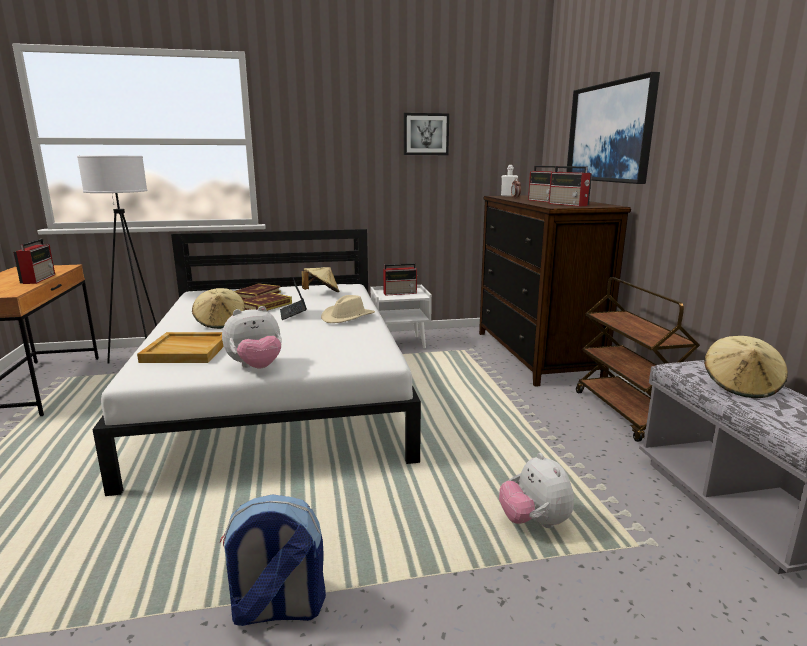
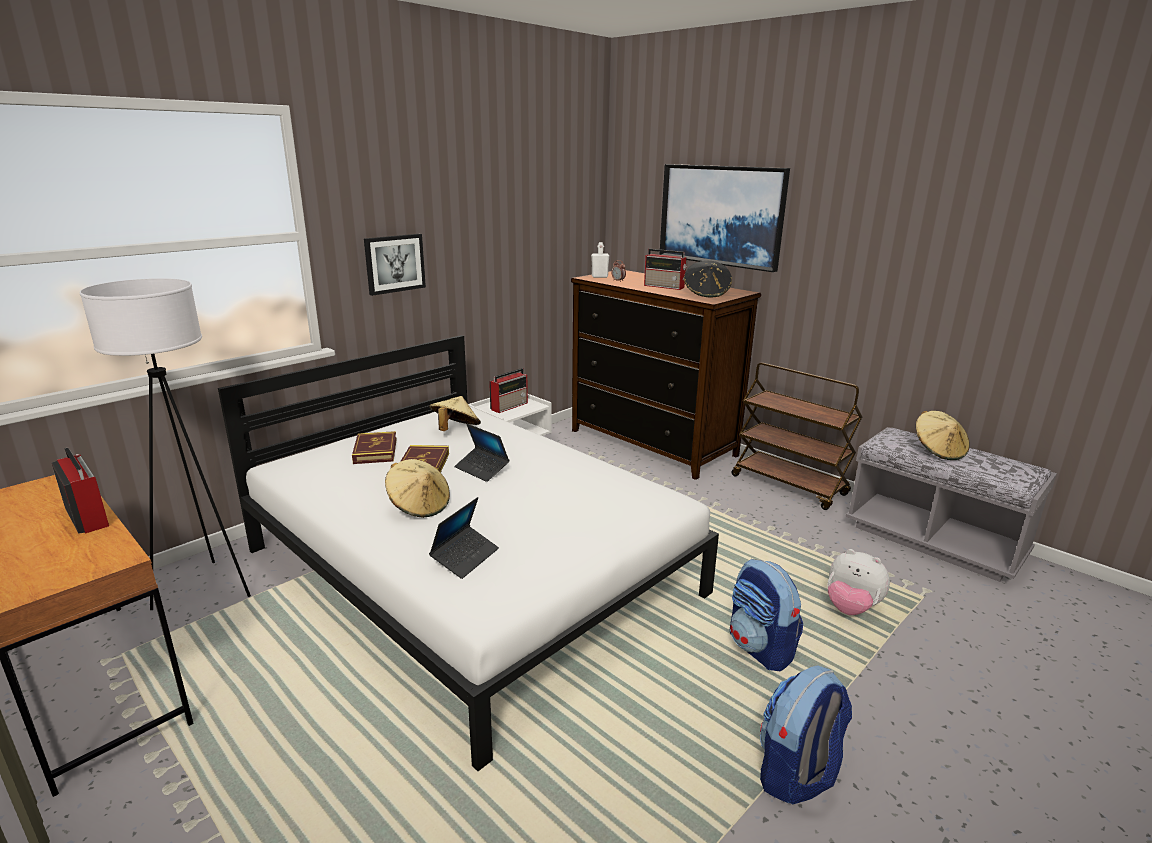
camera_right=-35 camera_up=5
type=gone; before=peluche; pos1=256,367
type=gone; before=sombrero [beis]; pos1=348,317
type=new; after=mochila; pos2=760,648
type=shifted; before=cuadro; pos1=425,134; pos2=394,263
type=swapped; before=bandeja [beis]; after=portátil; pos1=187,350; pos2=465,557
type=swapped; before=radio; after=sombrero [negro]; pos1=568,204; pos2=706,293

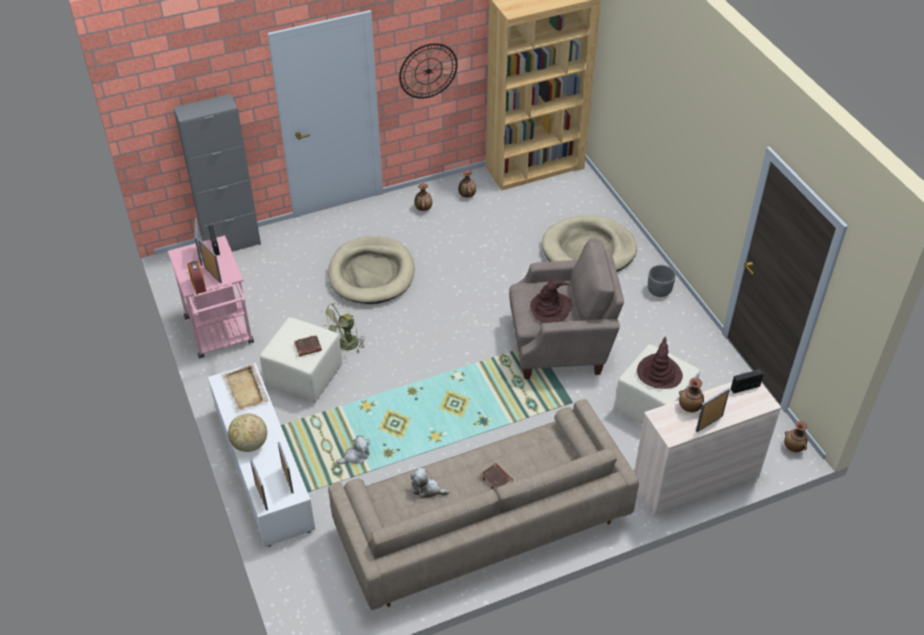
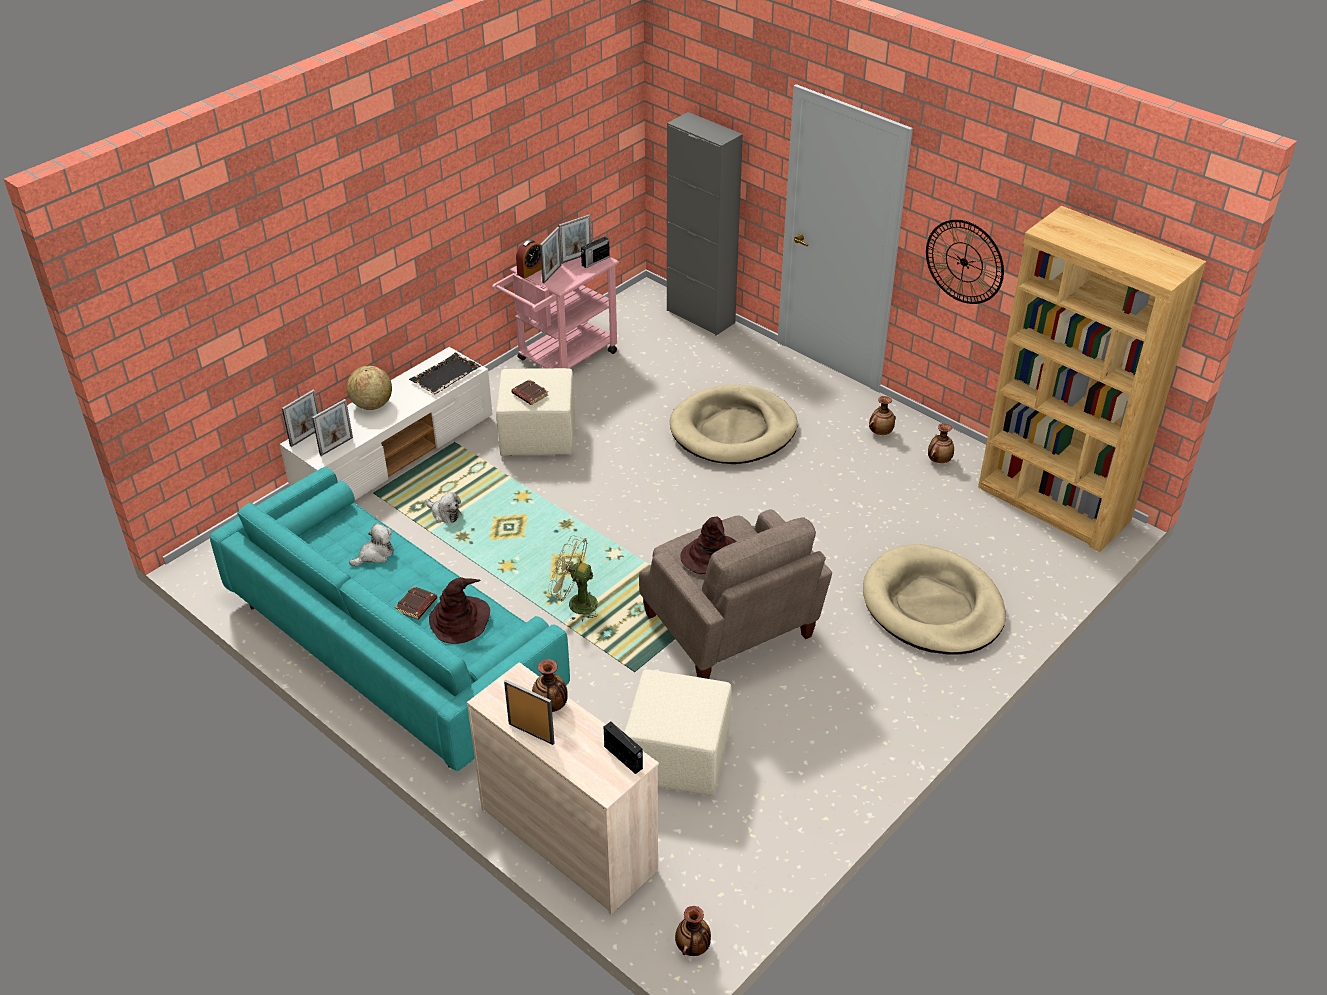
camera_right=65 camera_up=-5
type=gone; before=maceta [gris]; pos1=659,290
type=shifted; before=ventilador [verde]; pos1=345,346; pos2=576,604
type=shifted; before=sombrero [marrón]; pos1=659,373; pos2=459,620
type=repainted; before=bandeja [beis]; after=bandeja [negro]; pos1=245,390; pos2=445,376
type=repainted; before=sofá [beis]; after=sofá [turquesa]; pos1=482,525; pos2=394,648
type=rotated; before=peluche; pos1=427,489; pos2=375,555; turn=60

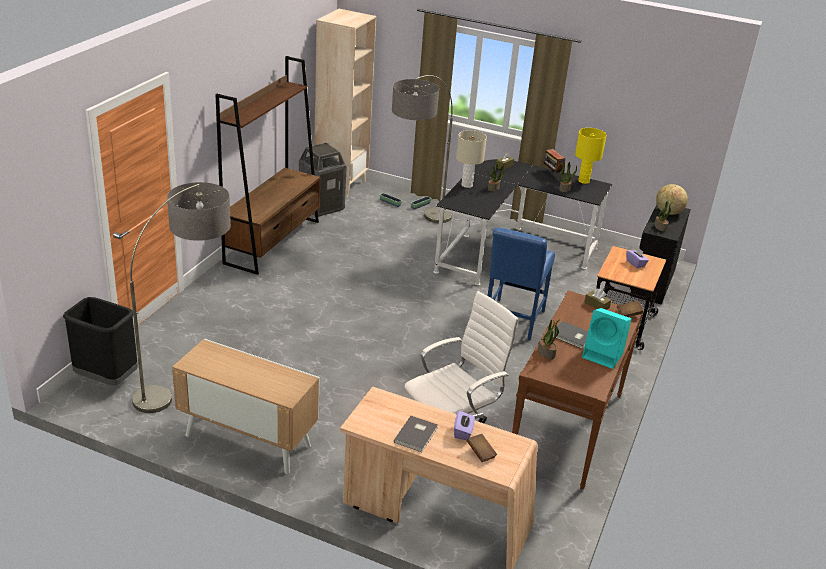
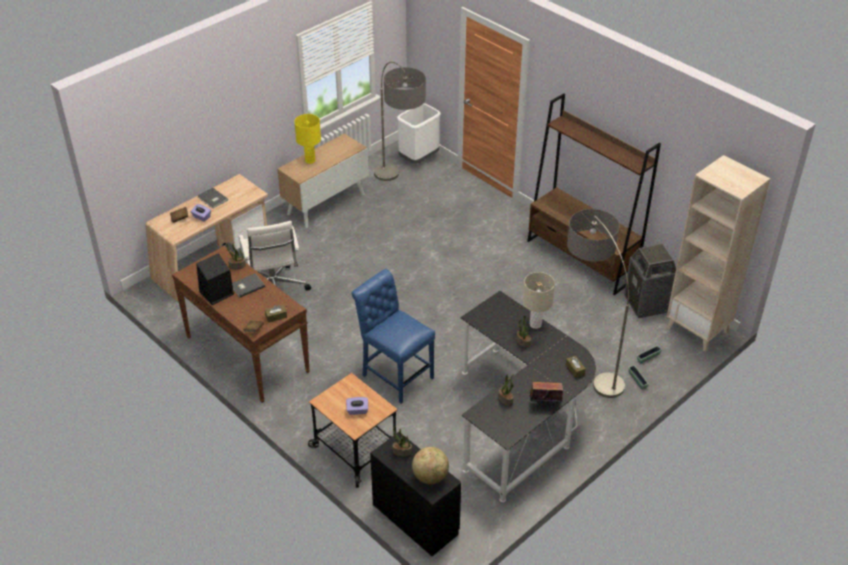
camera_right=115 camera_up=10
type=shifted; before=lámpara de mesa [amarillo]; pos1=584,181; pos2=310,160
type=repainted; before=papelera [negro]; after=papelera [blanco]; pos1=107,378; pos2=419,159
type=repainted; before=altavoz [turquesa]; after=altavoz [negro]; pos1=604,355; pos2=215,294

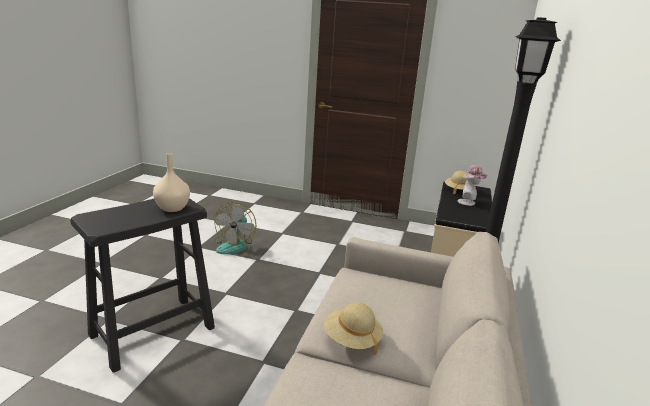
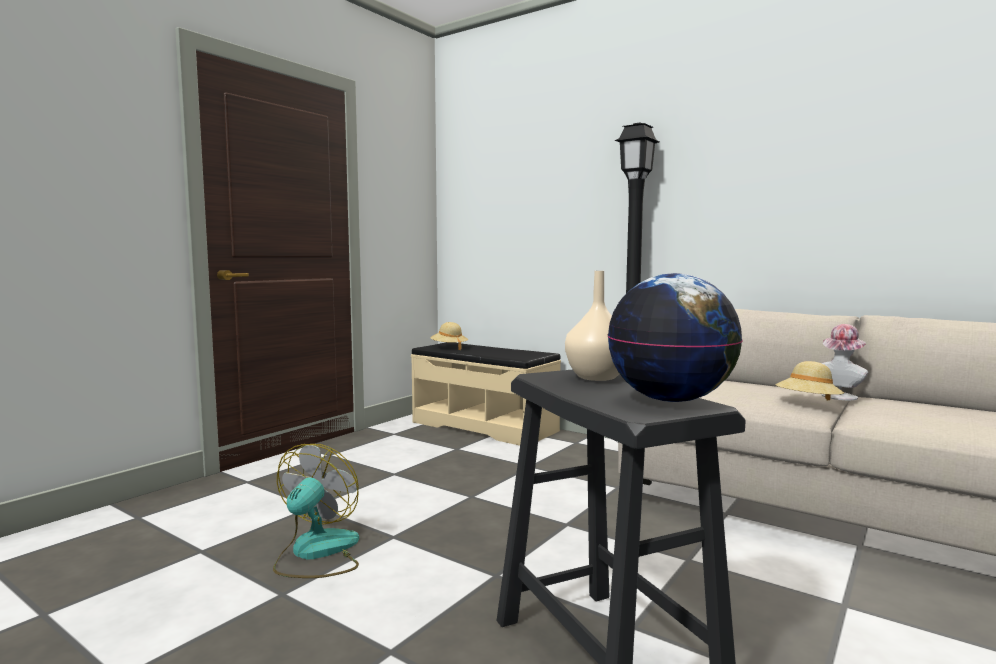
camera_right=-70 camera_up=-15
type=new; after=globo terráqueo; pos2=671,400
type=shifted; before=sombrero; pos1=469,202; pos2=840,395
type=rotated; before=ventilador; pos1=235,245; pos2=316,553; turn=-105

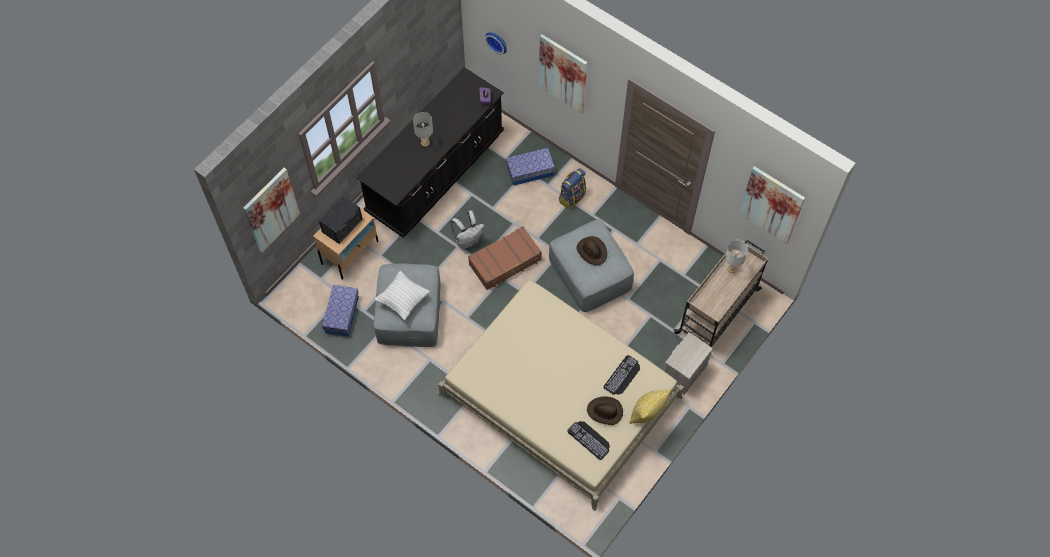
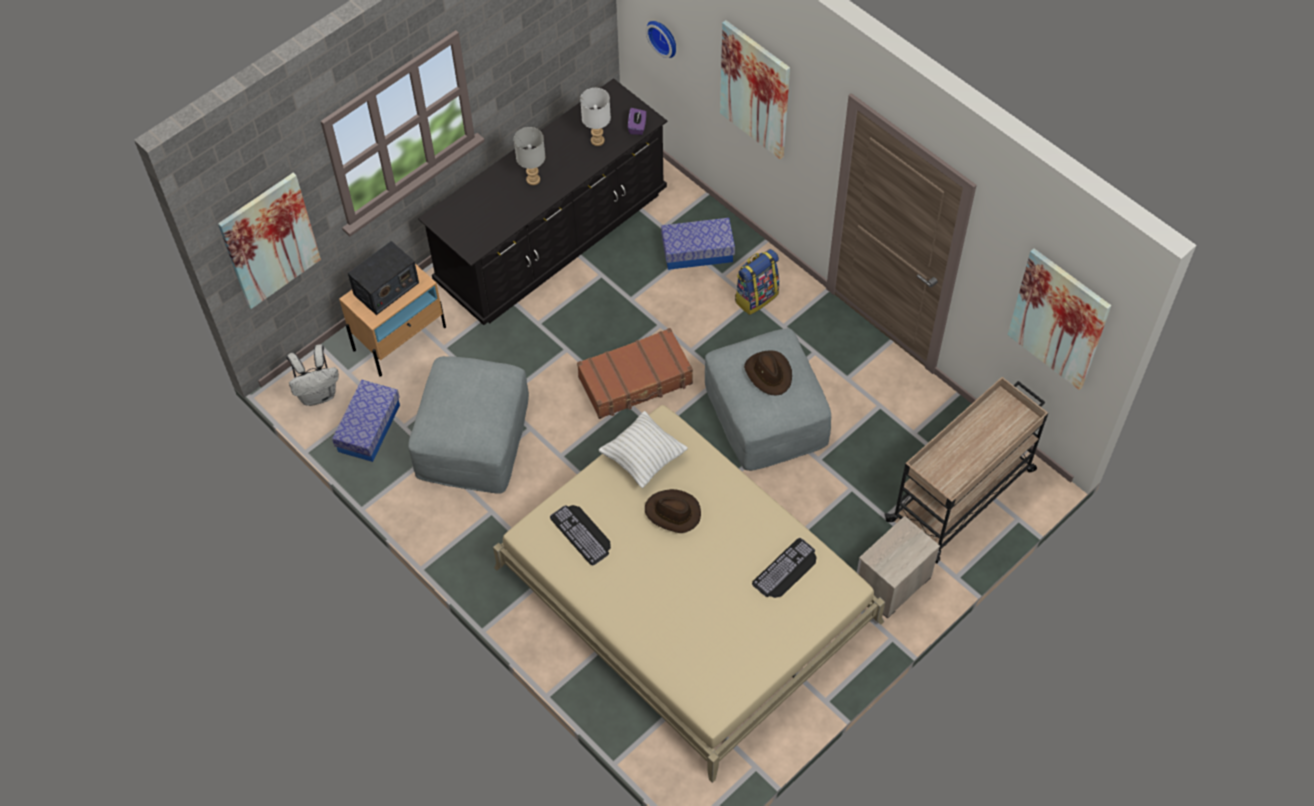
camera_right=10 camera_up=-5
type=gone; before=cojín [amarillo]; pos1=647,413
type=shifted; before=cojín [blanco]; pos1=403,300; pos2=643,458
type=shifted; before=mochila [blanco]; pos1=468,240; pos2=318,394
type=shifted; before=teclado; pos1=590,439; pos2=583,533
type=shifted; before=sombrero [marrón]; pos1=605,411; pos2=673,513
type=shifted; before=lámpara de mesa [blanco]; pos1=732,269; pos2=598,141

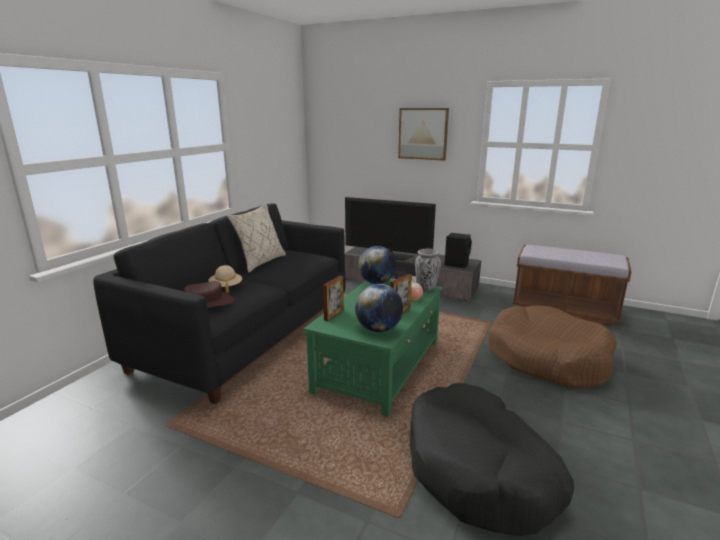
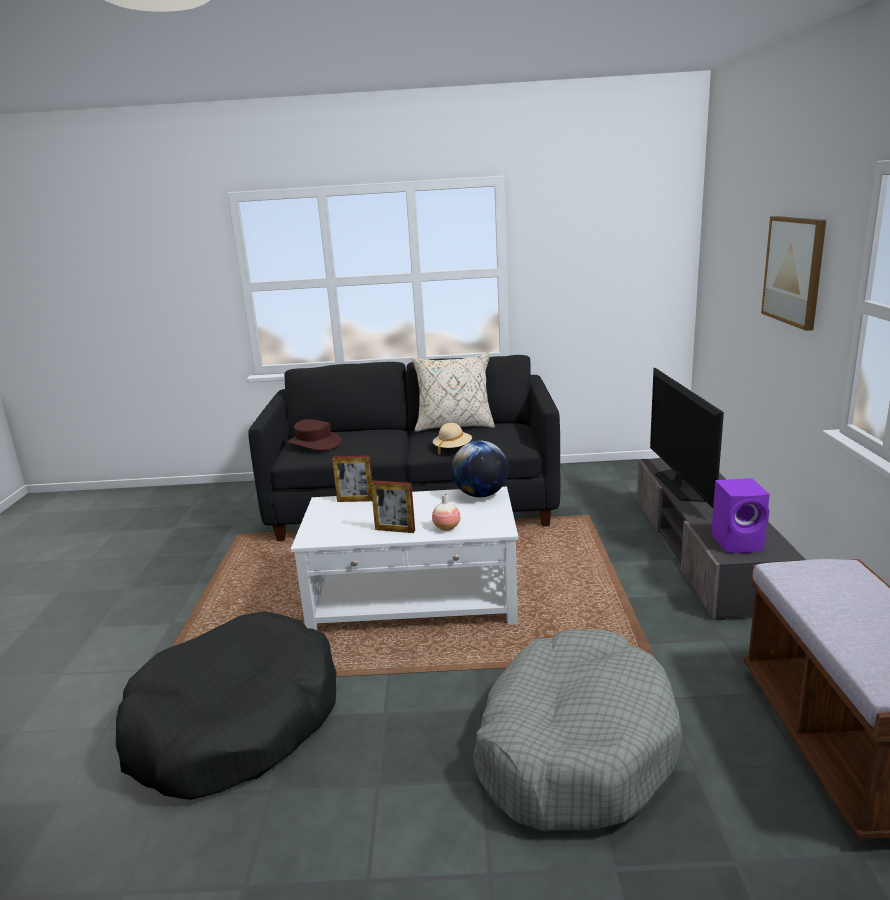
camera_right=65 camera_up=0
type=gone; before=globo terráqueo; pos1=378,329
type=gone; before=florero; pos1=426,288
type=shifted; before=sombrero [beis]; pos1=226,287; pos2=452,449
type=repainted; before=mesa de centro [verde]; after=mesa de centro [blanco]; pos1=379,365; pos2=414,599
type=repainted; before=altavoz [negro]; after=altavoz [morado]; pos1=457,264; pos2=738,543
type=repainted; before=cama para perro [marrón]; after=cama para perro [gris]; pos1=547,358; pos2=574,747

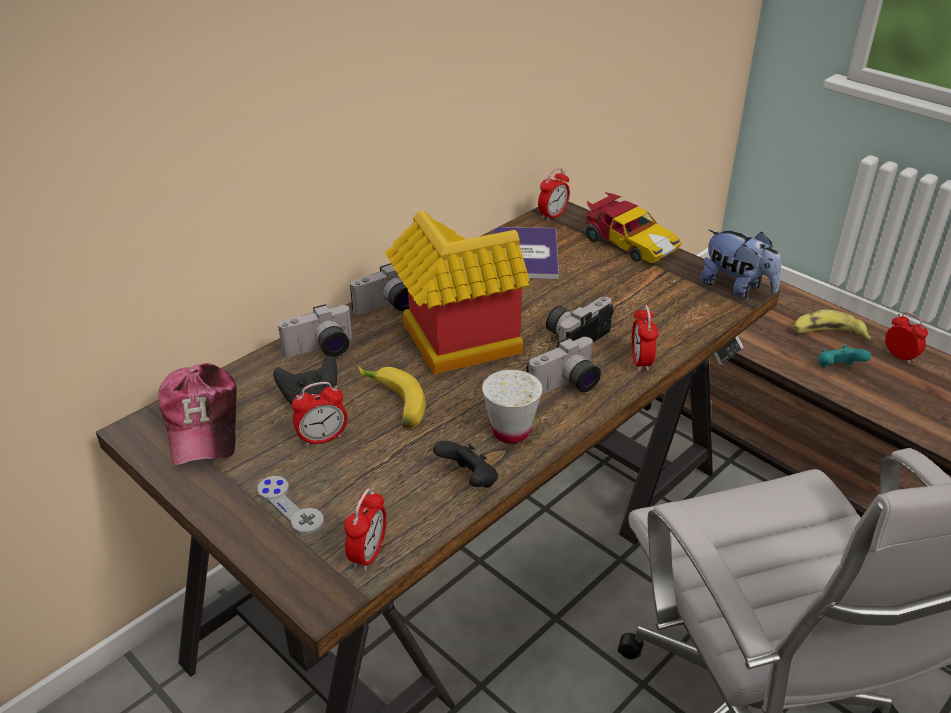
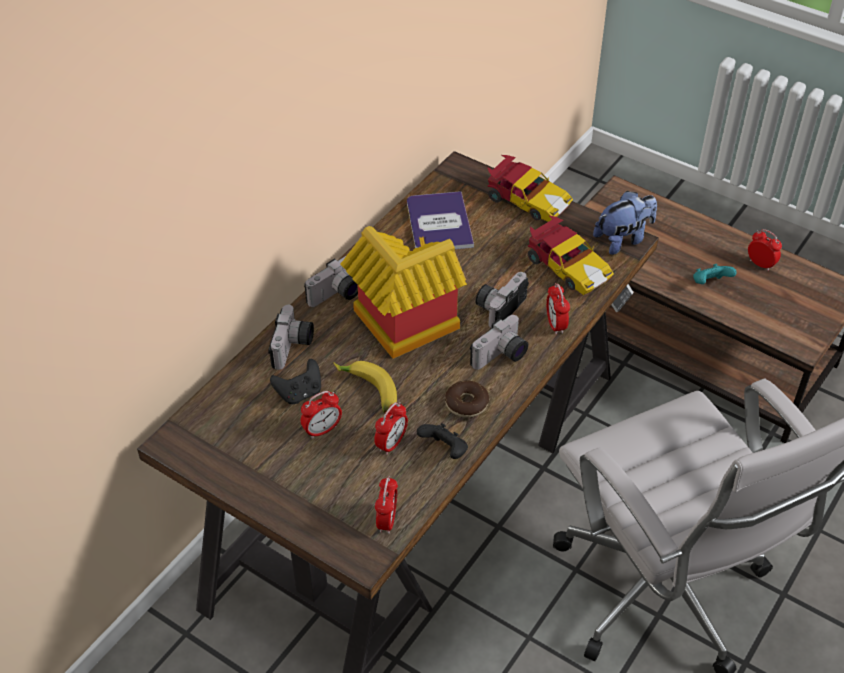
camera_right=-10 camera_up=10
type=gone; before=gorra; pos1=203,423
type=gone; before=mando de consola [gris]; pos1=290,506
type=gone; before=plátano; pos1=827,334
type=new; after=coche de juguete; pos2=566,267
type=shifted; before=despertador; pos1=552,215; pos2=391,444
type=swapped; before=taza [blanco]; after=rosquilla; pos1=511,431; pos2=466,404
type=rotated; before=cámara; pos1=321,351; pos2=293,347; turn=-45
type=rotated; before=peluche; pos1=736,288; pos2=623,239; turn=-60

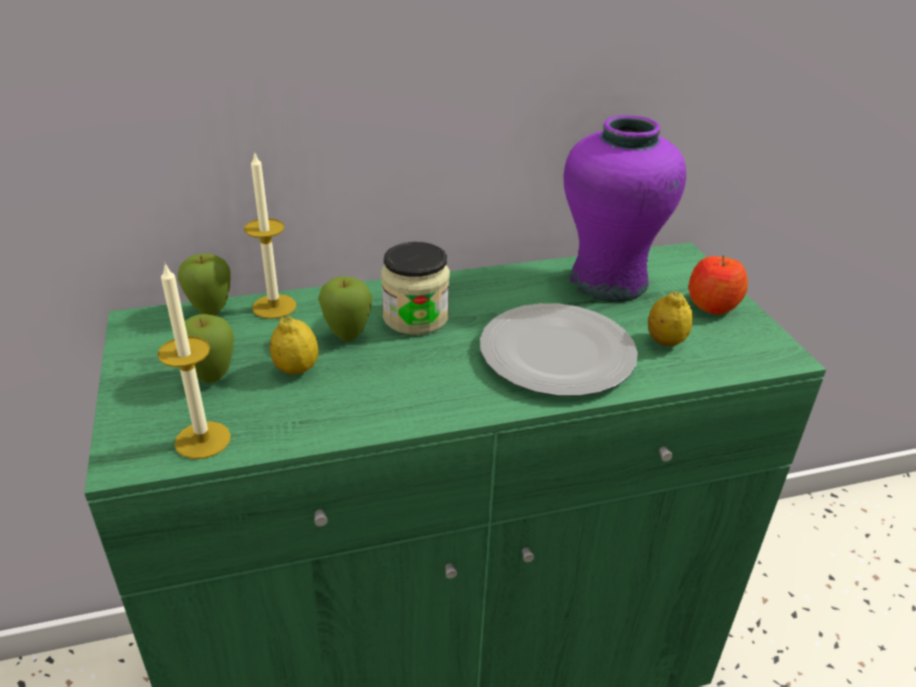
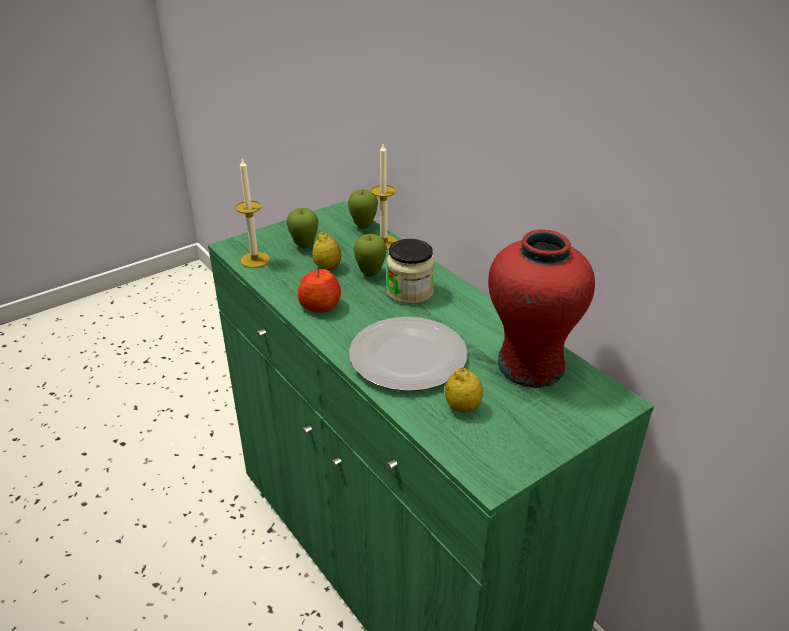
camera_right=70 camera_up=0
type=shifted; before=manzana; pos1=712,305; pos2=320,306
type=repainted; before=florero [morado]; after=florero [rojo]; pos1=608,282; pos2=530,366

